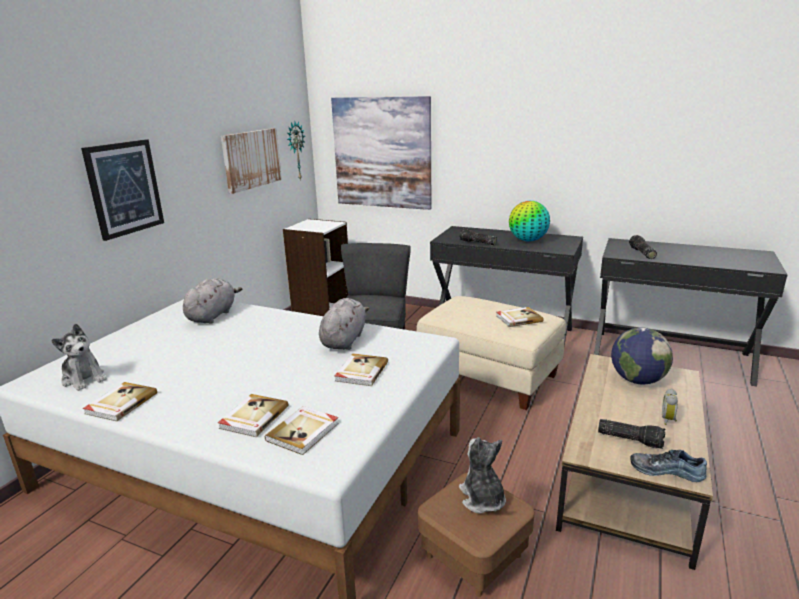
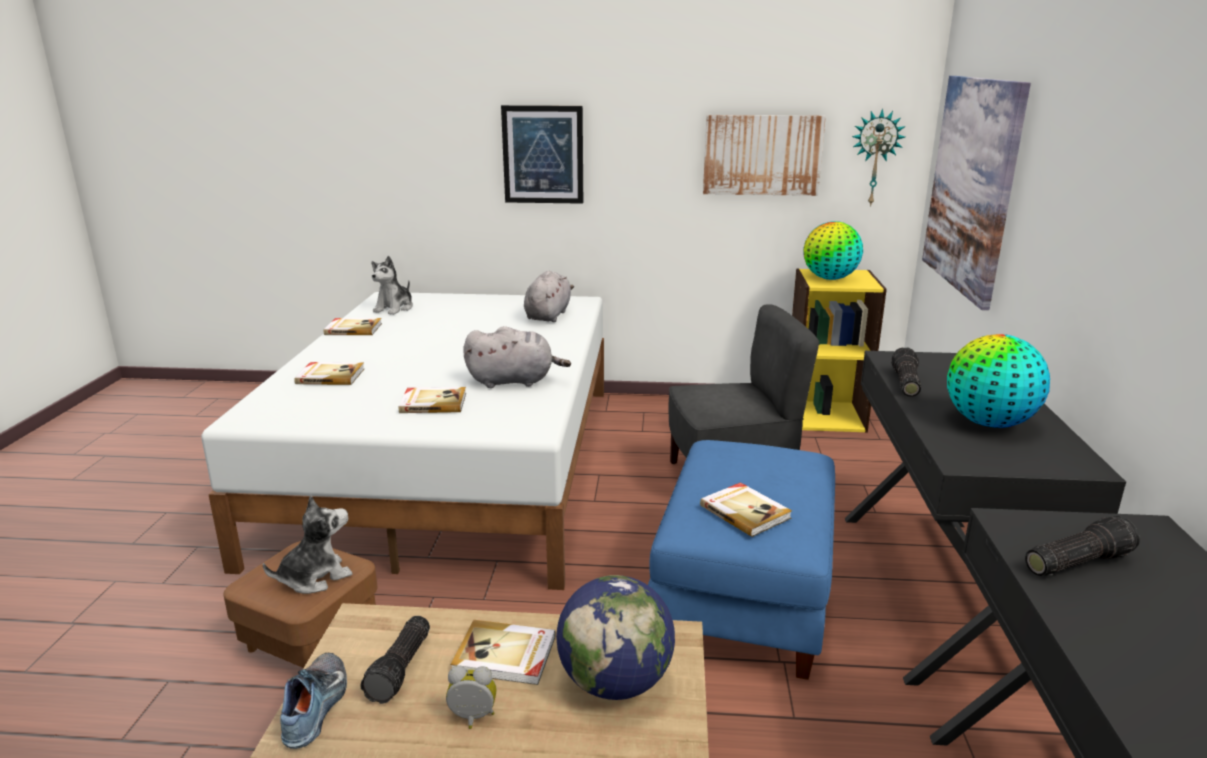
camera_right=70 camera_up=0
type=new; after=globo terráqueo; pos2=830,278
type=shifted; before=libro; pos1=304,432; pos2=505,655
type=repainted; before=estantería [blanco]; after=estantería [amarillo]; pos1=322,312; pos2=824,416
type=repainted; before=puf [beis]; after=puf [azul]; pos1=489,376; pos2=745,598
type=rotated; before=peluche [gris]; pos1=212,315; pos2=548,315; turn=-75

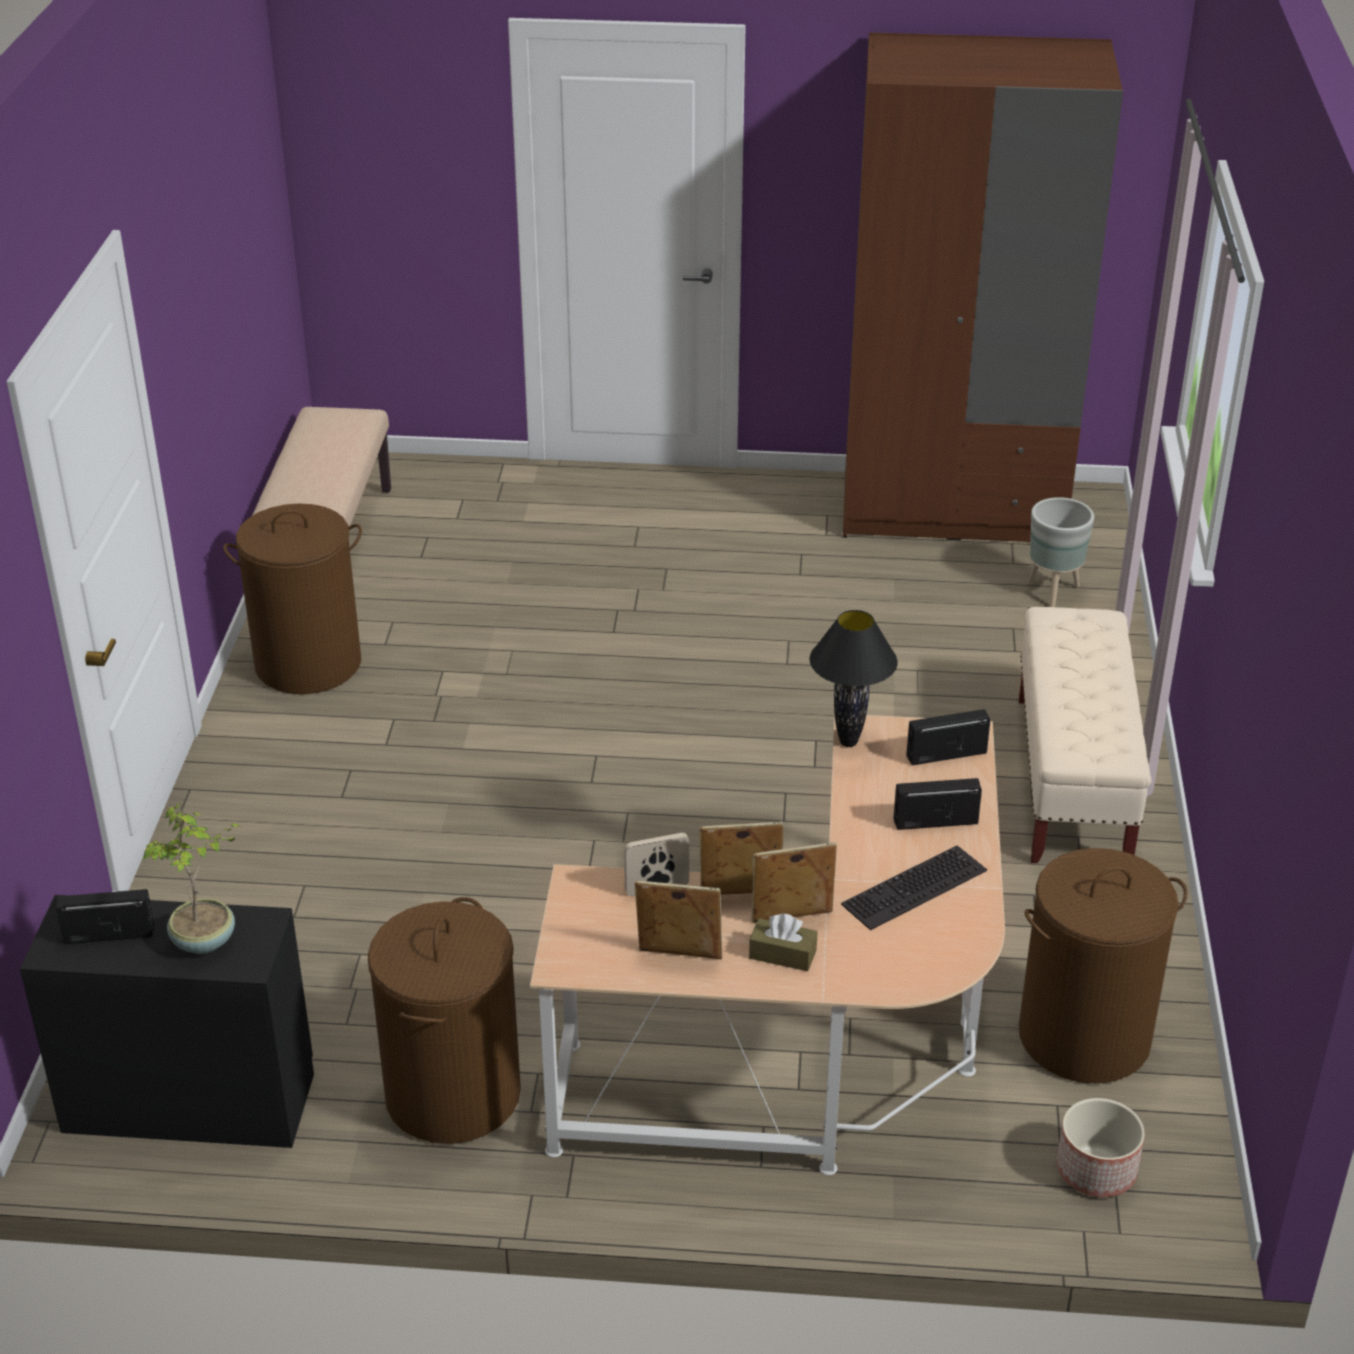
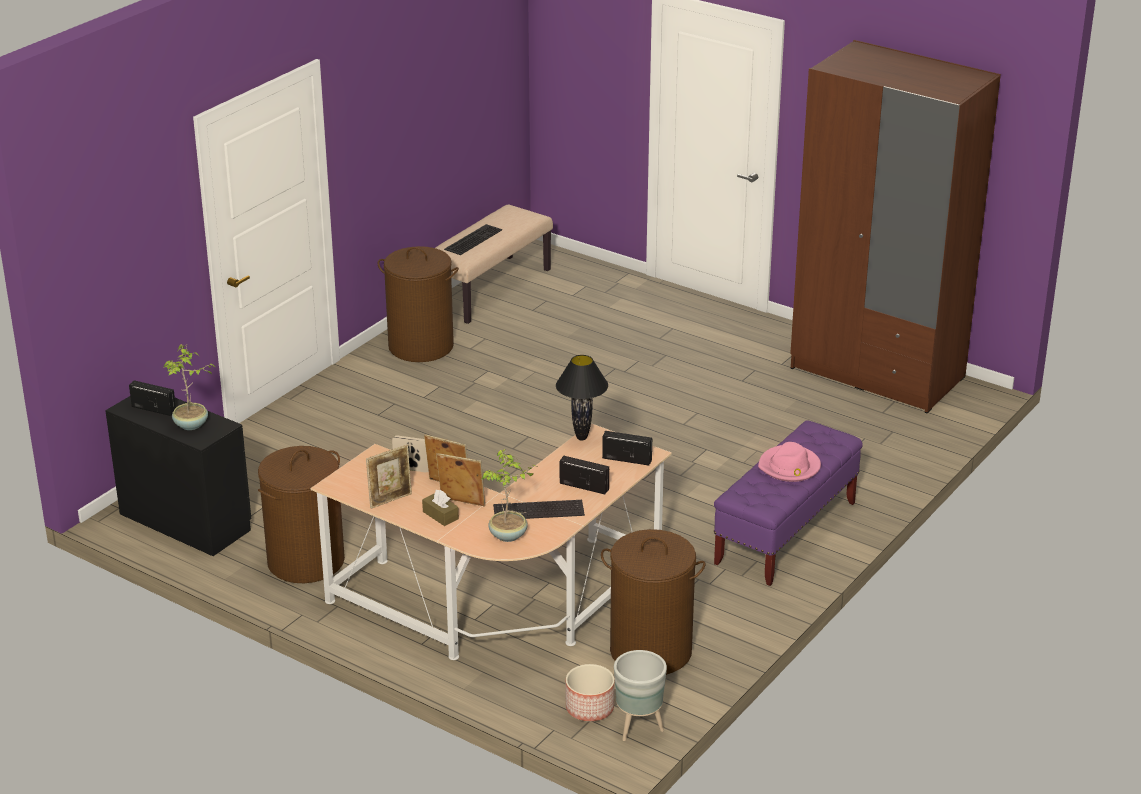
camera_right=30 camera_up=-5
type=new; after=teclado; pos2=472,239
type=new; after=planta en maceta; pos2=508,536
type=new; after=sombrero [rosa]; pos2=789,467
type=shifted; before=maceta [gris]; pos1=1053,591; pos2=639,727
type=repainted; before=banco [beis]; after=banco [morado]; pos1=1072,781; pos2=785,534
type=rotated; before=portarretratos; pos1=679,957; pos2=390,500; turn=105

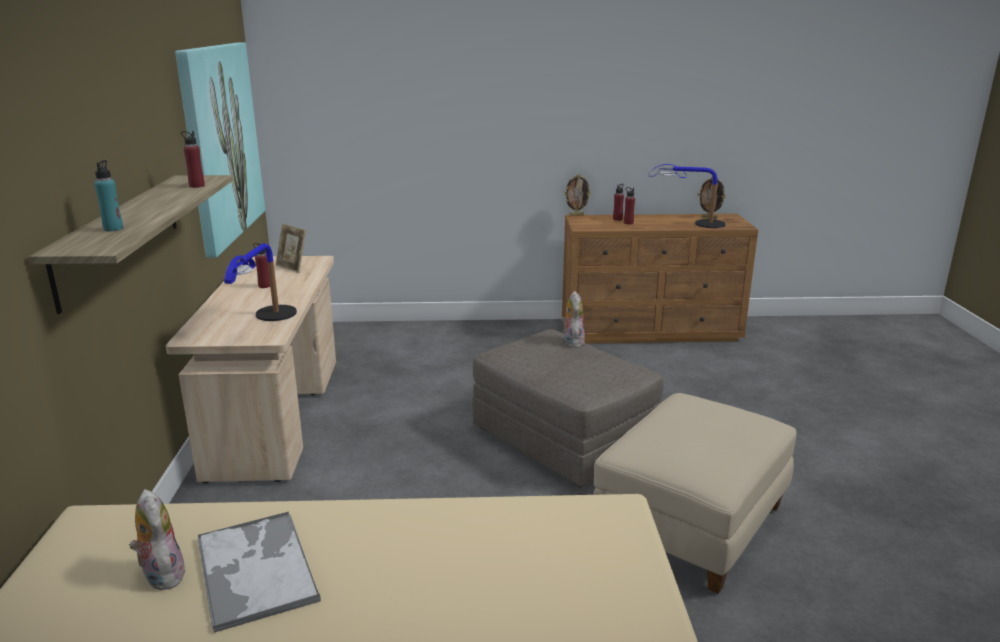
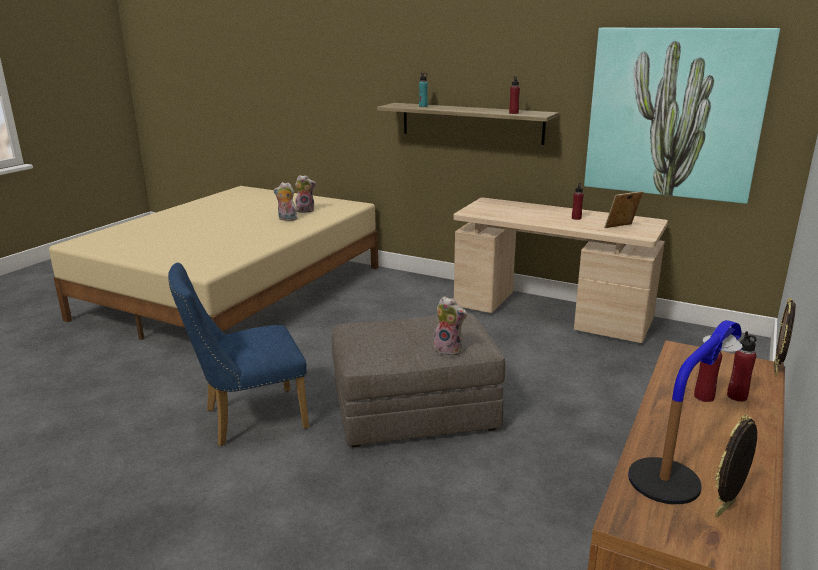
camera_right=120 camera_up=0
type=gone; before=lámpara de mesa; pos1=267,322
type=swapped; before=bandeja; after=peluche; pos1=255,568; pos2=287,219
type=swapped; before=puf [beis]; after=silla [azul]; pos1=692,525; pos2=247,419

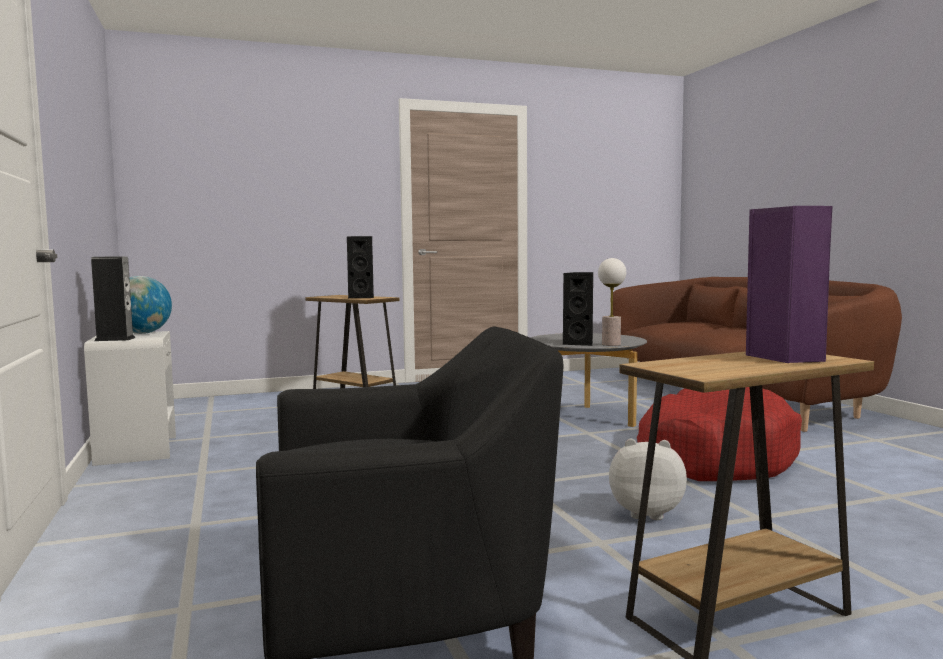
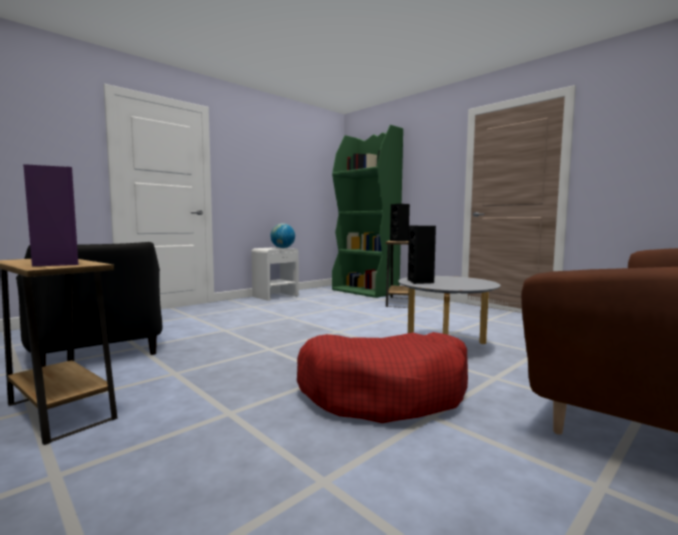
camera_right=65 camera_up=0
type=gone; before=altavoz; pos1=115,339
type=gone; before=lámpara de mesa; pos1=611,344
type=gone; before=peluche; pos1=646,513
type=new; after=estantería [verde]; pos2=365,291

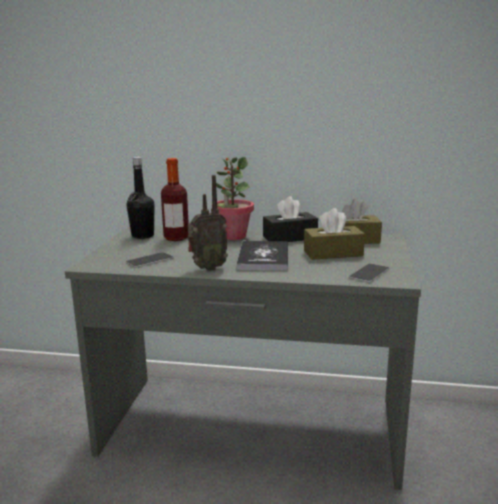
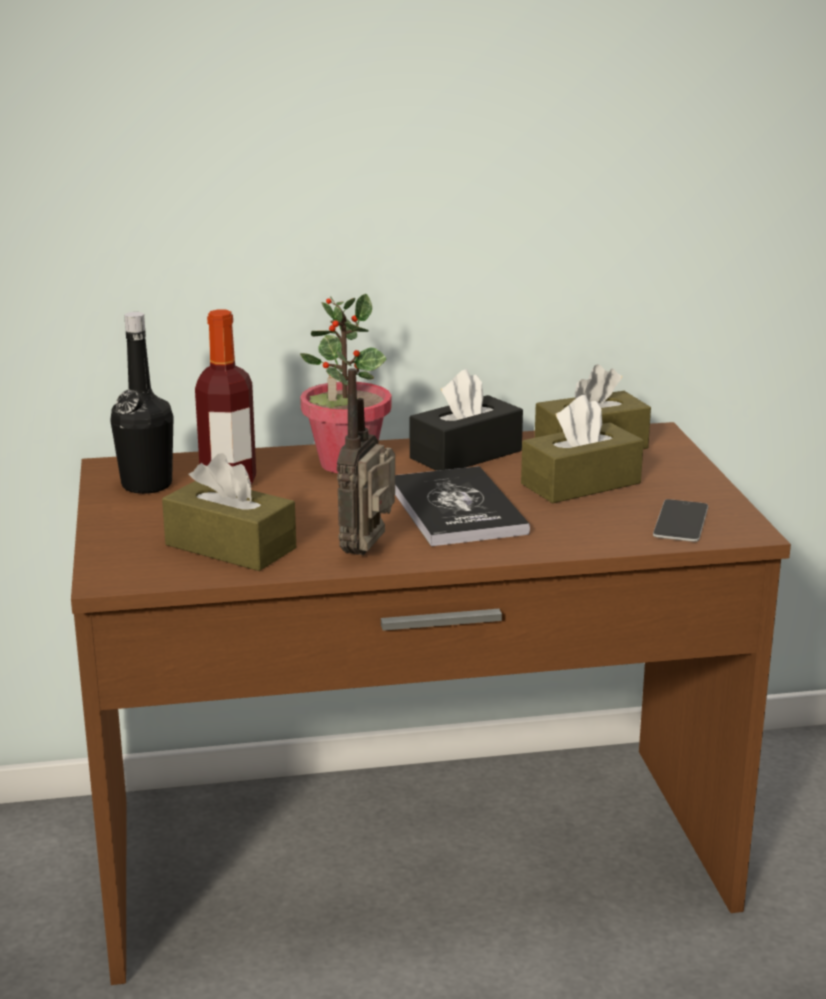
camera_right=-20 camera_up=5
type=swapped; before=móvil; after=caja de pañuelos [marrón]; pos1=149,260; pos2=230,546
type=repainted; before=escritorio [gris]; after=escritorio [marrón]; pos1=251,428; pos2=413,858
type=rotated; before=radio; pos1=207,268; pos2=369,551; turn=150

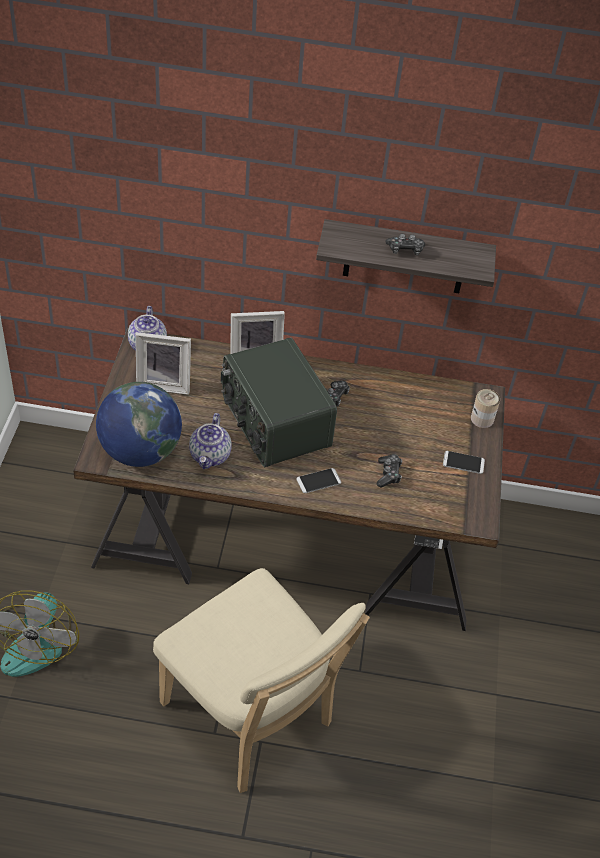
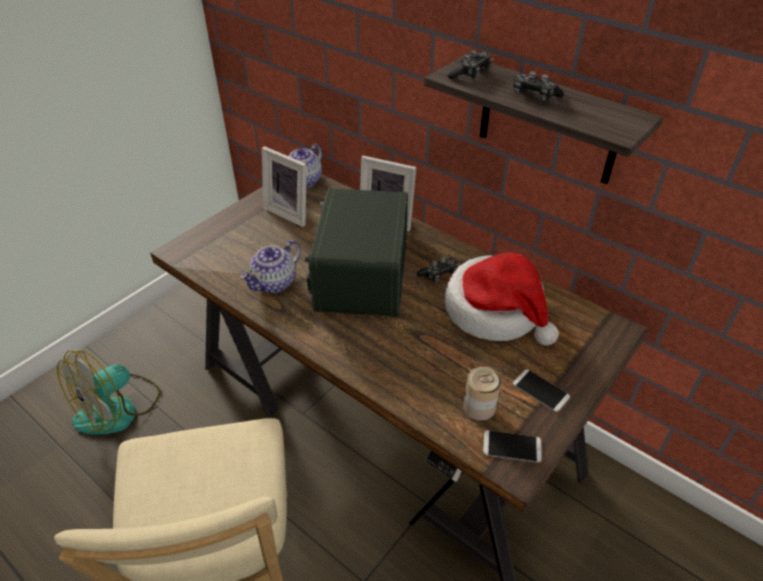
camera_right=35 camera_up=-5
type=gone; before=globo terráqueo; pos1=140,451
type=new; after=sombrero; pos2=496,311
type=shifted; before=móvil; pos1=318,481; pos2=512,447
type=shifted; before=mando de consola; pos1=388,474; pos2=471,74
type=shifted; before=lata; pos1=482,419; pos2=479,407

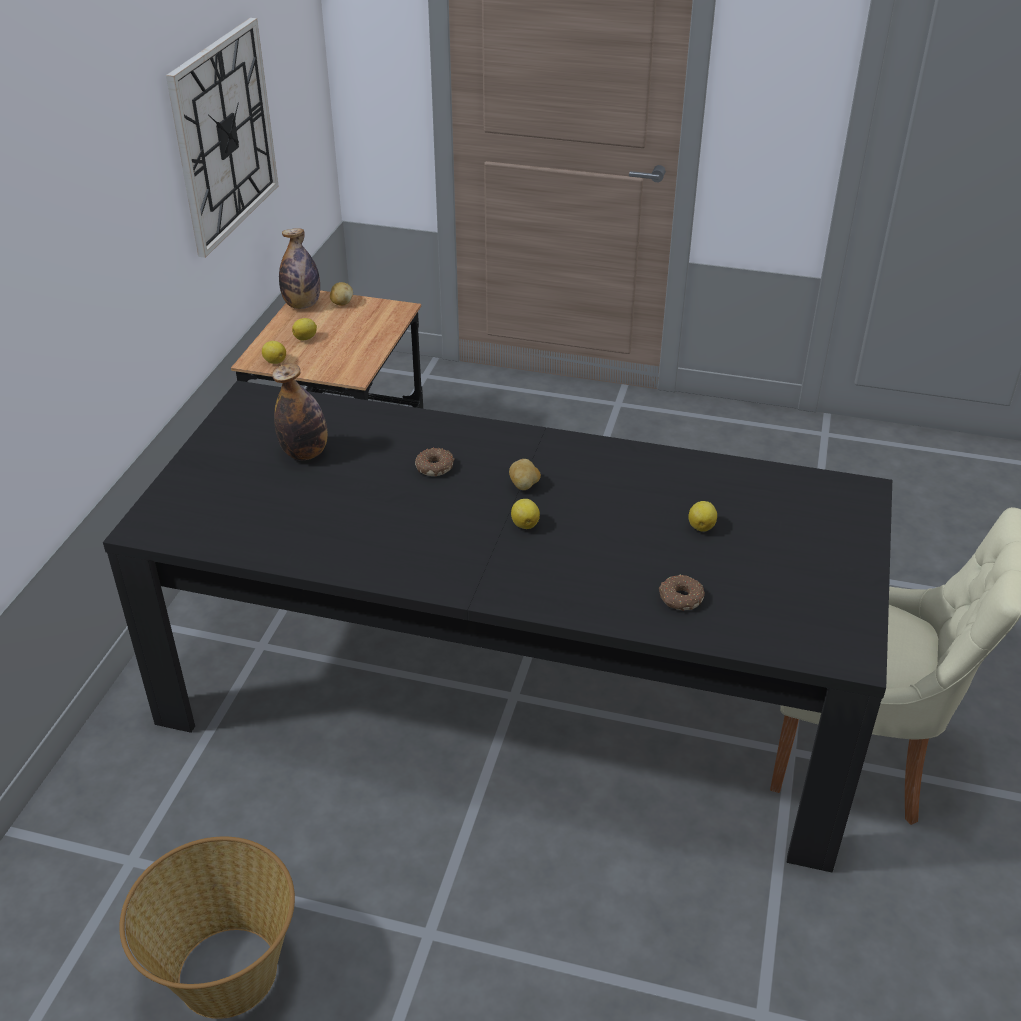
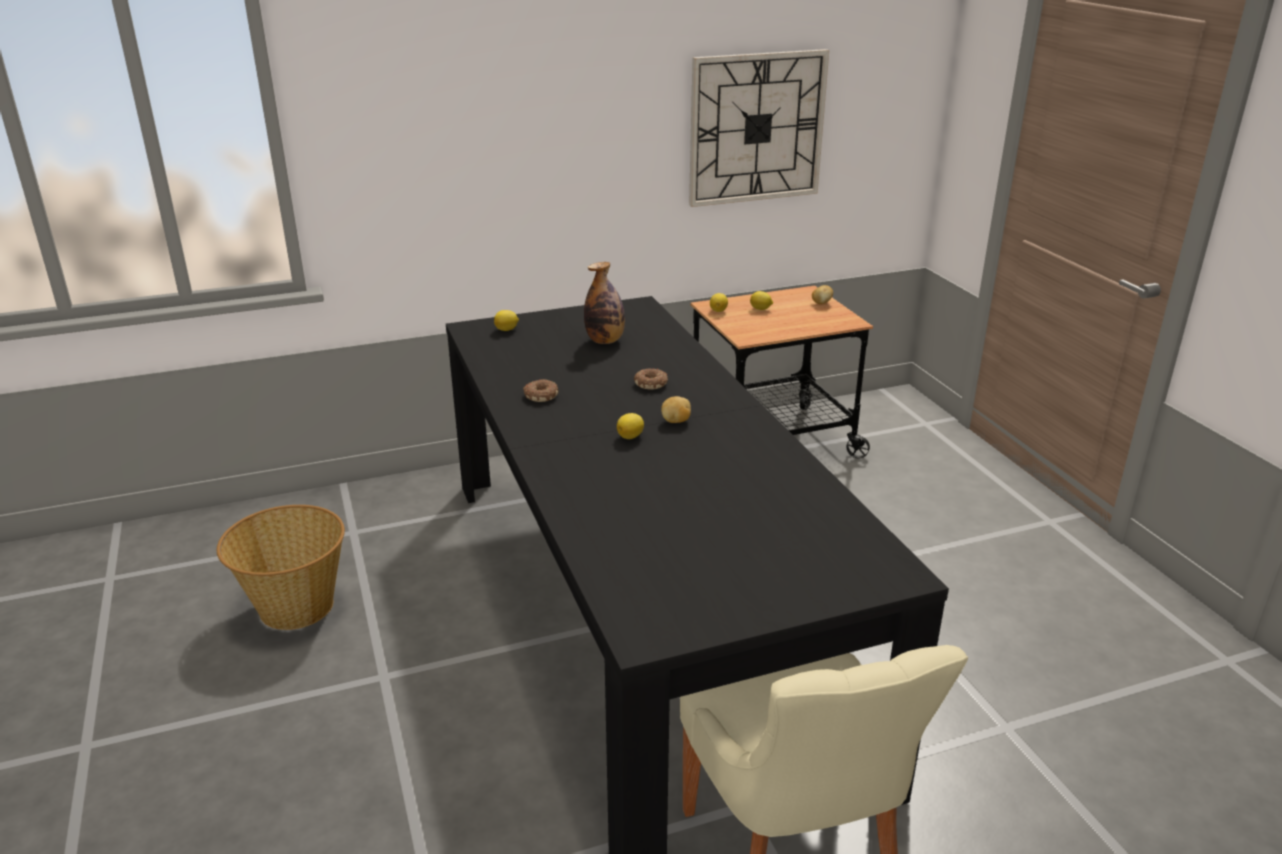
camera_right=55 camera_up=-10
type=gone; before=botella; pos1=302,305
type=shifted; before=rosquilla; pos1=680,598; pos2=540,396
type=shifted; before=limón; pos1=701,526; pos2=507,329

